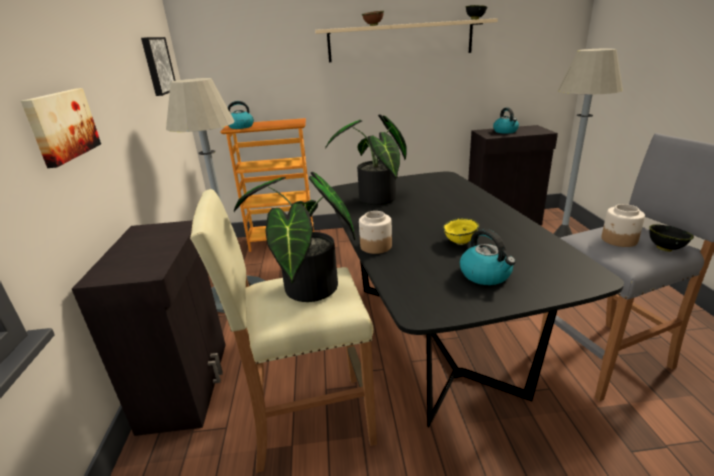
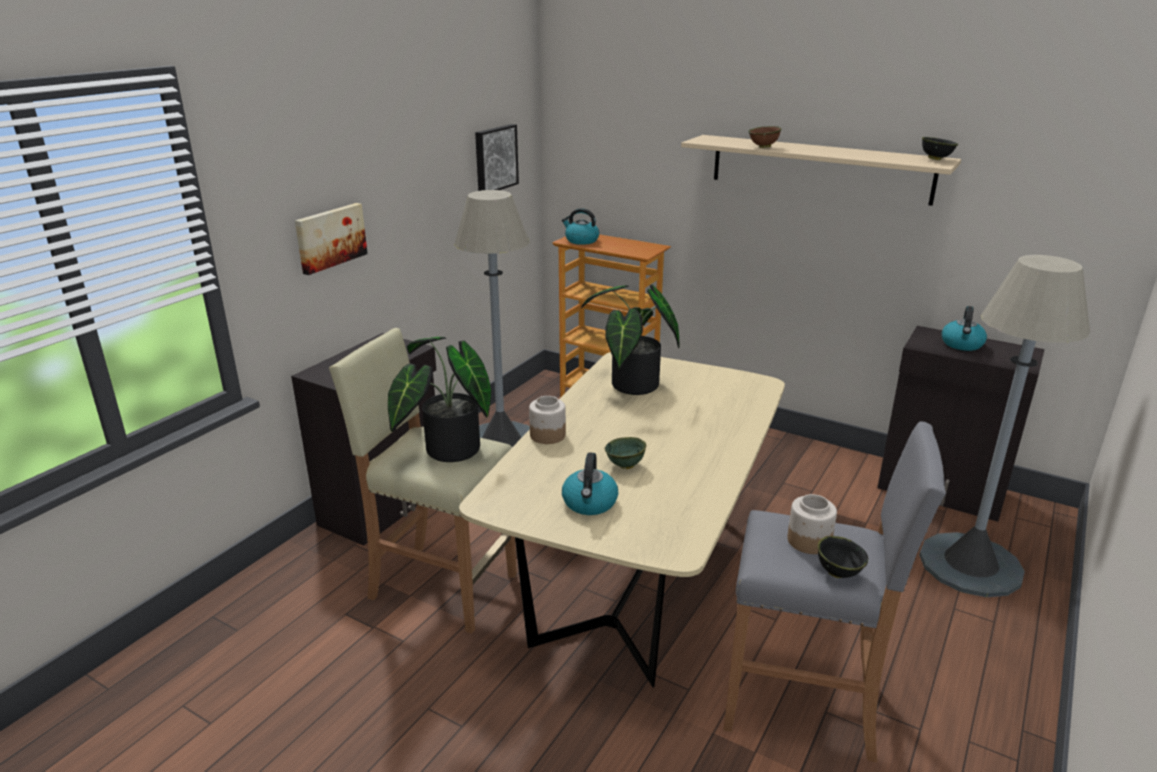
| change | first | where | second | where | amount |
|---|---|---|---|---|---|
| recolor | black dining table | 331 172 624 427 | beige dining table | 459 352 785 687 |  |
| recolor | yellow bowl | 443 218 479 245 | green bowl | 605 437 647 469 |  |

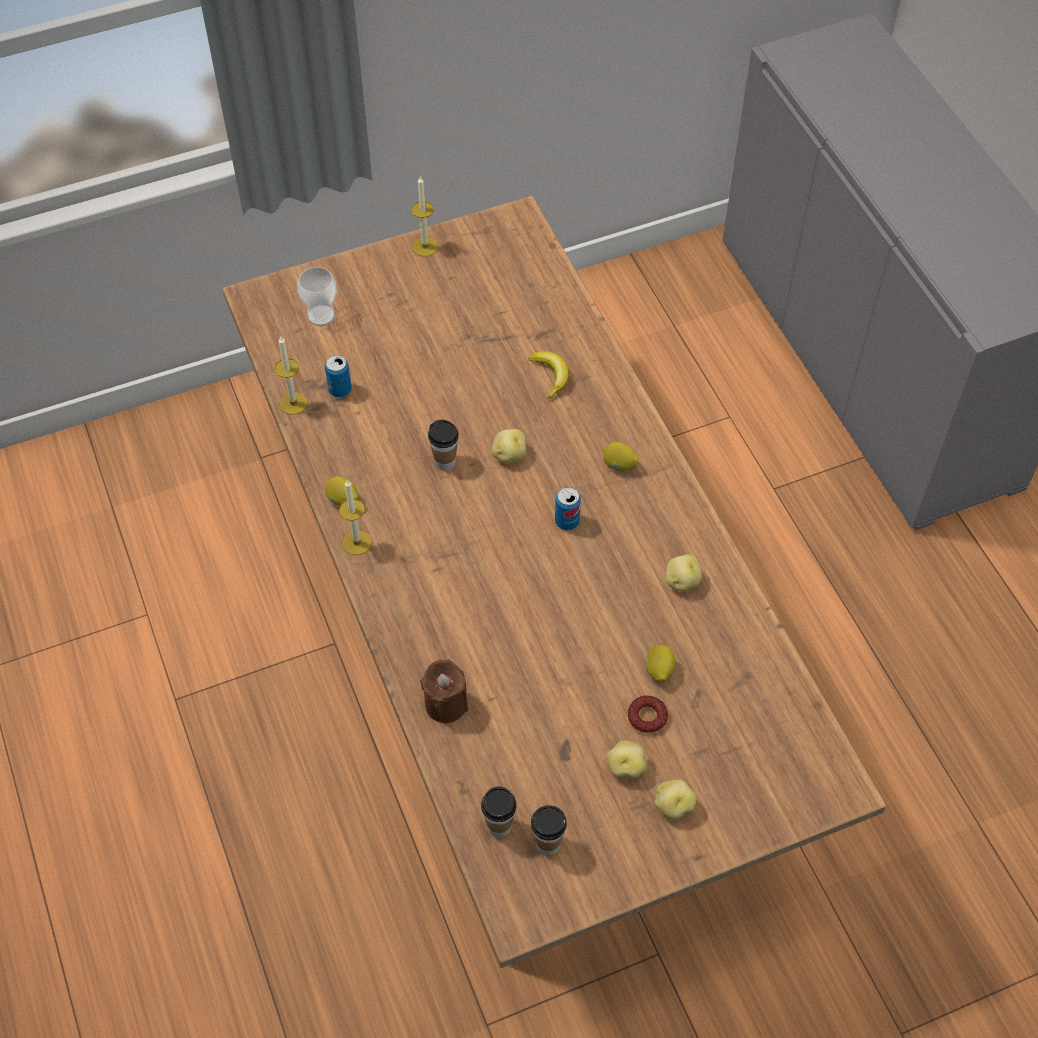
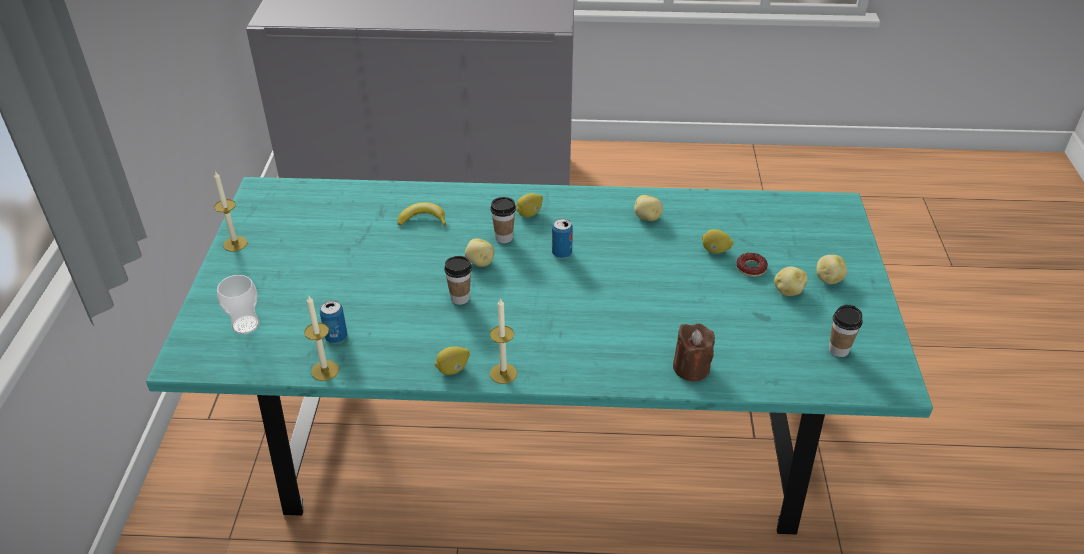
| change | first | where | second | where | amount |
|---|---|---|---|---|---|
| recolor | brown dining table | 223 196 886 968 | turquoise dining table | 146 177 933 535 |  |
| move | cup | 481 787 517 837 |  | 490 197 516 243 |  |

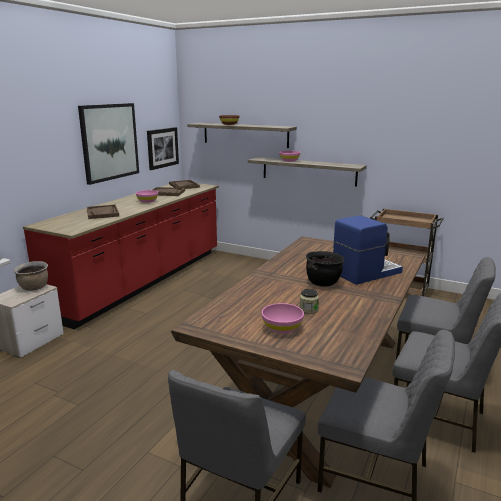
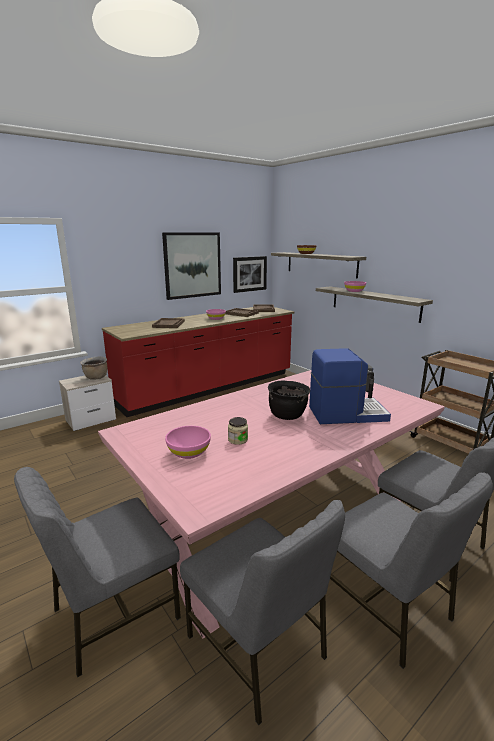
| change | first | where | second | where | amount |
|---|---|---|---|---|---|
| recolor | brown dining table | 171 236 425 488 | pink dining table | 98 370 445 638 |  |

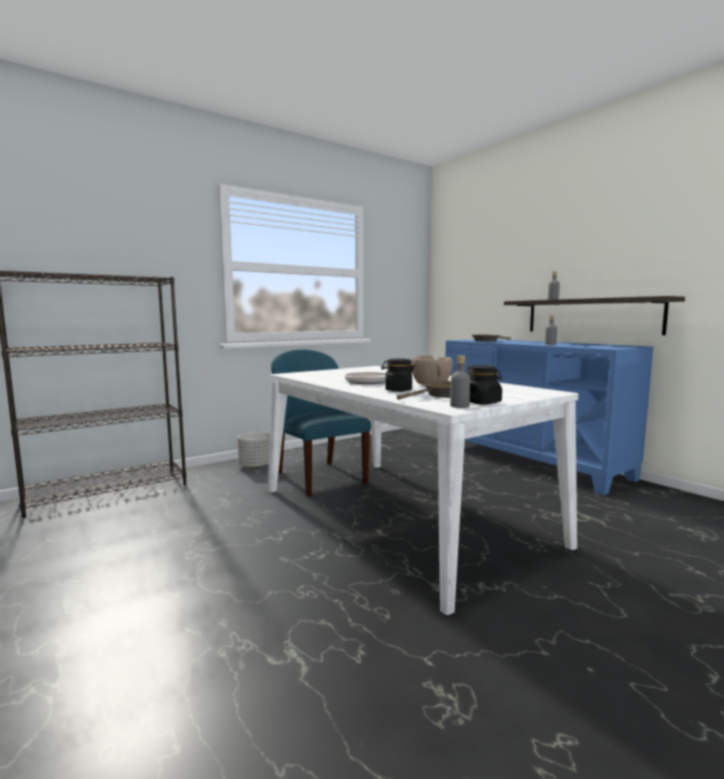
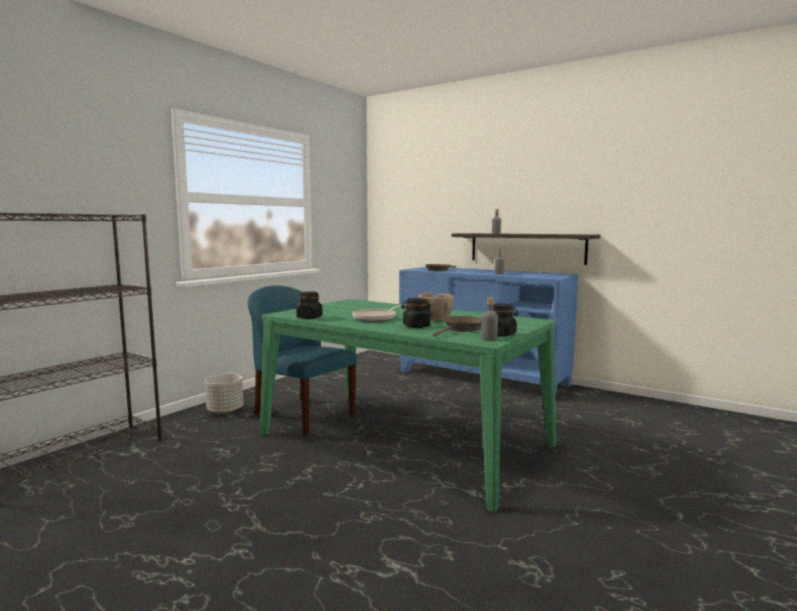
| change | first | where | second | where | amount |
|---|---|---|---|---|---|
| recolor | white dining table | 268 366 579 615 | green dining table | 260 299 556 512 |  |
| insert |  |  | black jar | 296 291 323 319 |  |

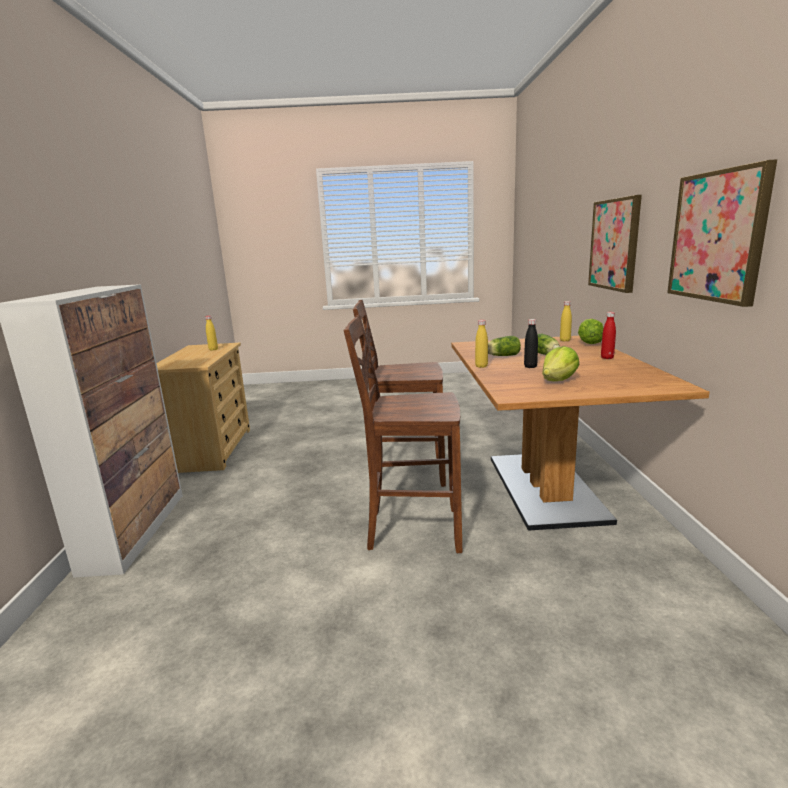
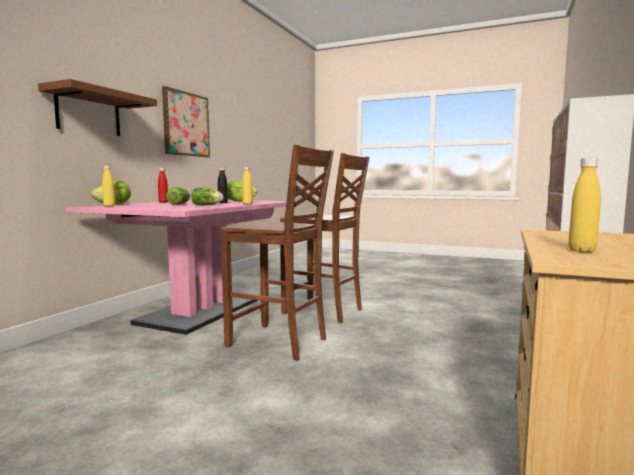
| change | first | where | second | where | amount |
|---|---|---|---|---|---|
| replace | picture | 588 195 642 293 | brown shelf | 38 79 157 136 |  |
| recolor | brown dining table | 451 336 710 531 | pink dining table | 66 200 296 335 |  |

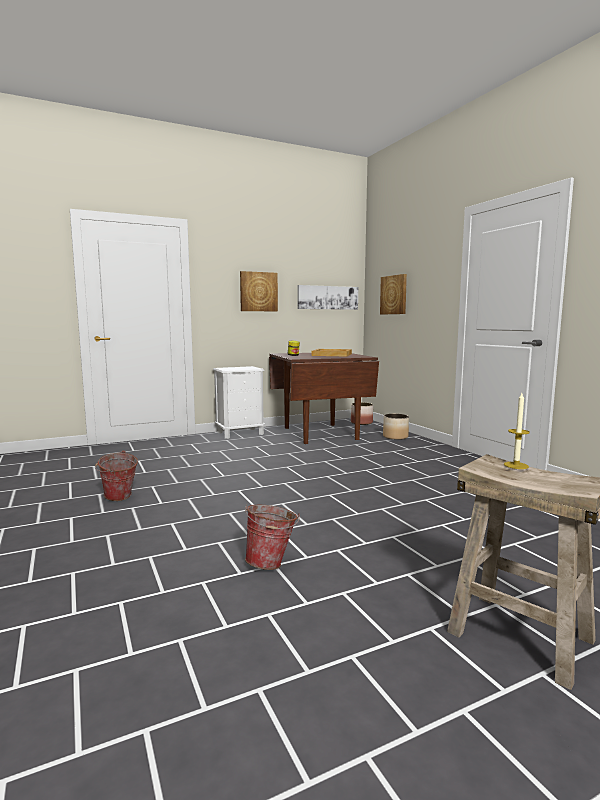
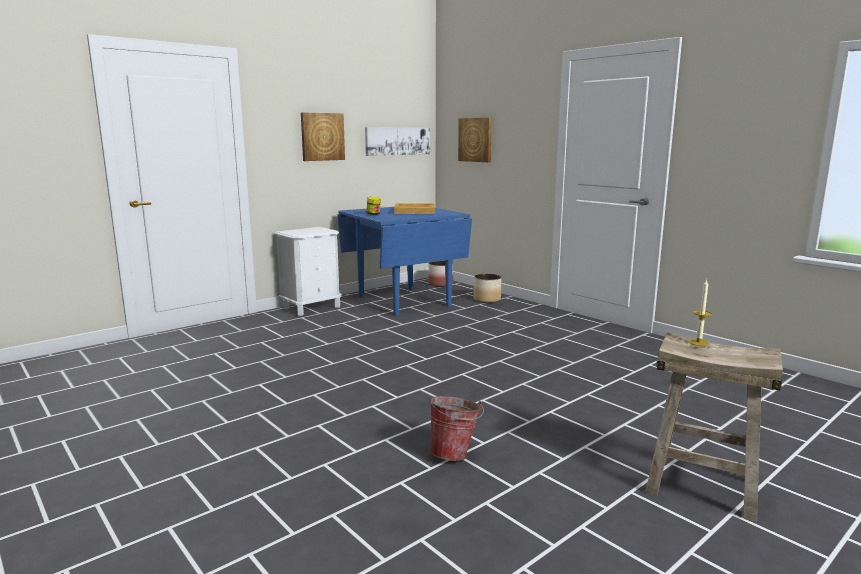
| change | first | where | second | where | amount |
|---|---|---|---|---|---|
| recolor | brown dining table | 269 353 379 444 | blue dining table | 337 207 472 316 |  |
| delete | bucket | 95 450 138 501 |  |  |  |

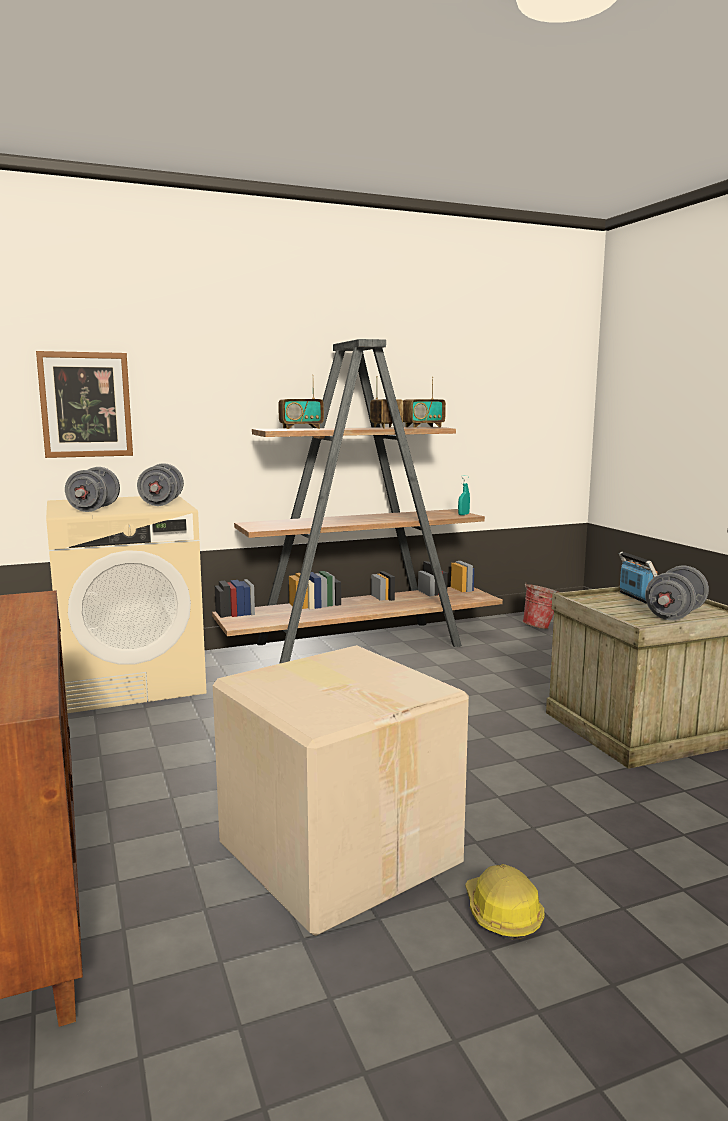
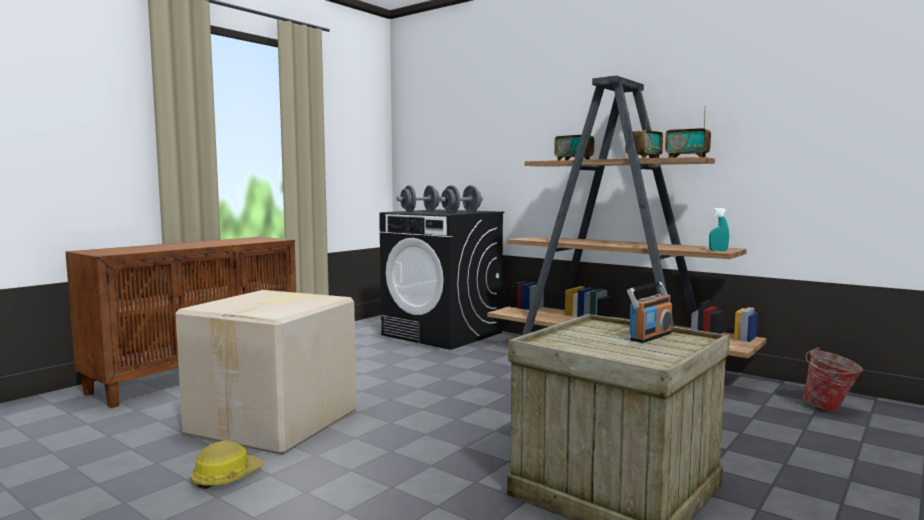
| change | first | where | second | where | amount |
|---|---|---|---|---|---|
| recolor | beige washing machine | 46 496 206 713 | black washing machine | 379 209 505 350 |  |
| delete | picture | 36 351 133 458 |  |  |  |
| delete | grey dumbbell | 645 566 709 620 |  |  |  |

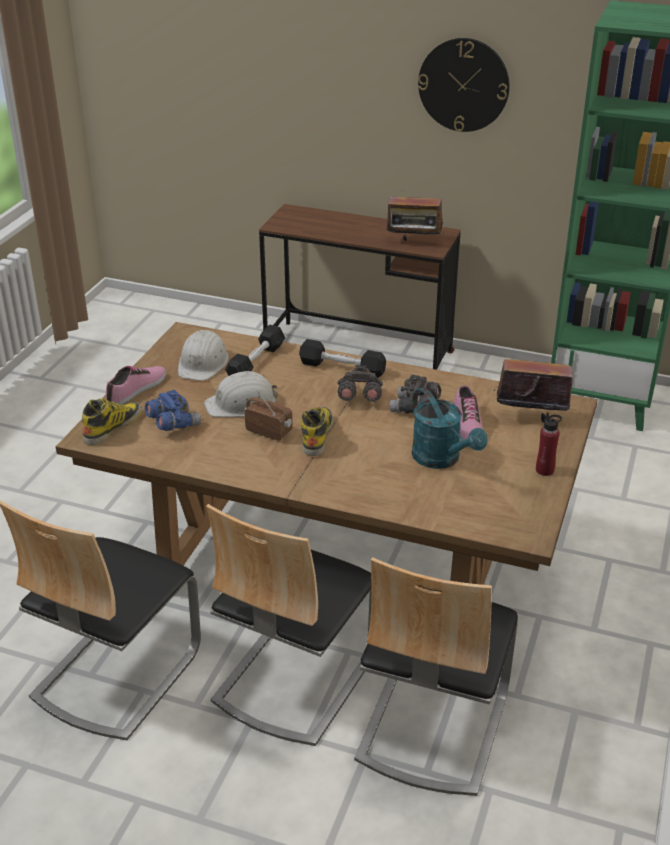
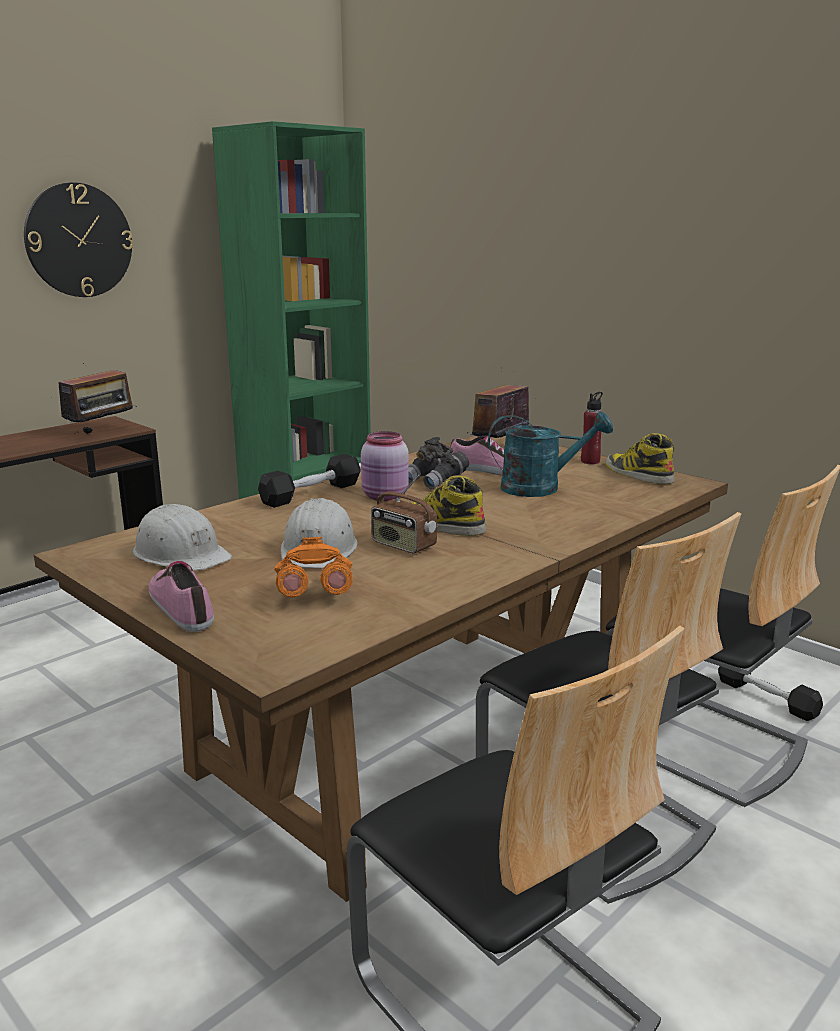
| change | first | where | second | where | amount |
|---|---|---|---|---|---|
| recolor | blue binoculars | 145 390 201 431 | orange binoculars | 274 537 353 597 |  |
| replace | grey binoculars | 338 365 383 402 | pink jar | 361 431 409 501 |  |
| rotate | radio | 245 390 293 441 |  | 371 474 437 553 | 105 degrees counterclockwise |
| move | boot | 82 399 142 445 |  | 606 433 674 484 |  |
| move | black dumbbell | 225 325 285 376 |  | 718 666 823 721 |  |

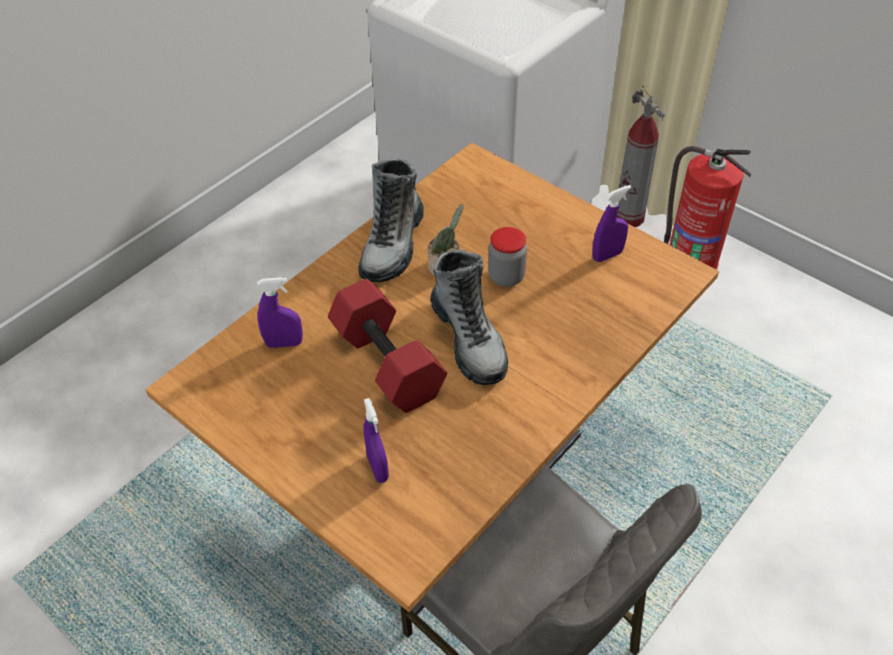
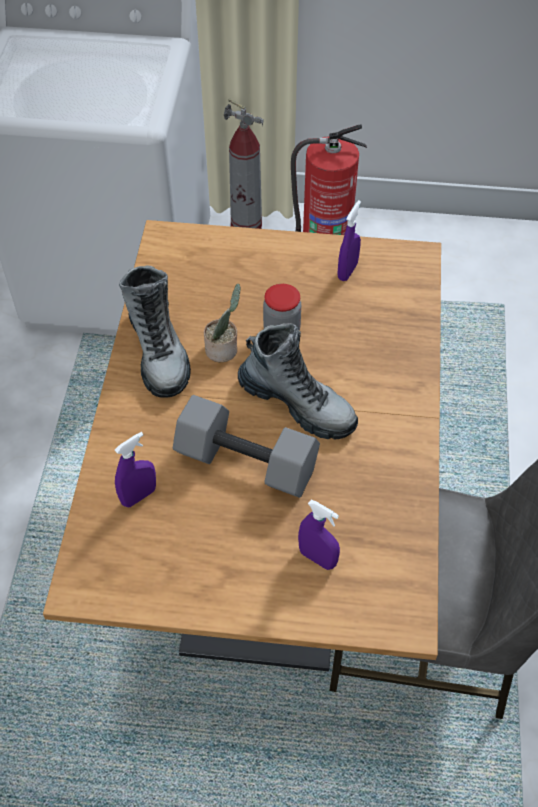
| change | first | where | second | where | amount |
|---|---|---|---|---|---|
| recolor | red dumbbell | 328 279 447 413 | grey dumbbell | 173 395 320 498 |  |

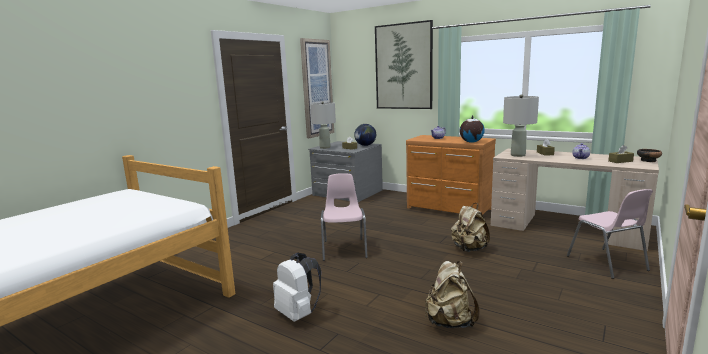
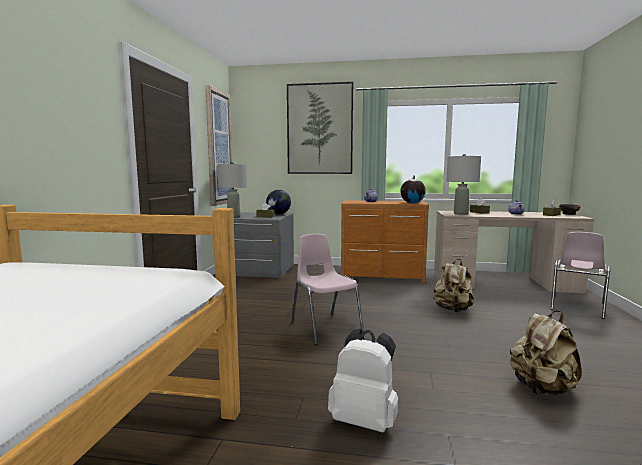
| change | first | where | second | where | amount |
|---|---|---|---|---|---|
| rotate | pink chair | 567 189 653 279 |  | 551 232 610 319 | 75 degrees clockwise |

